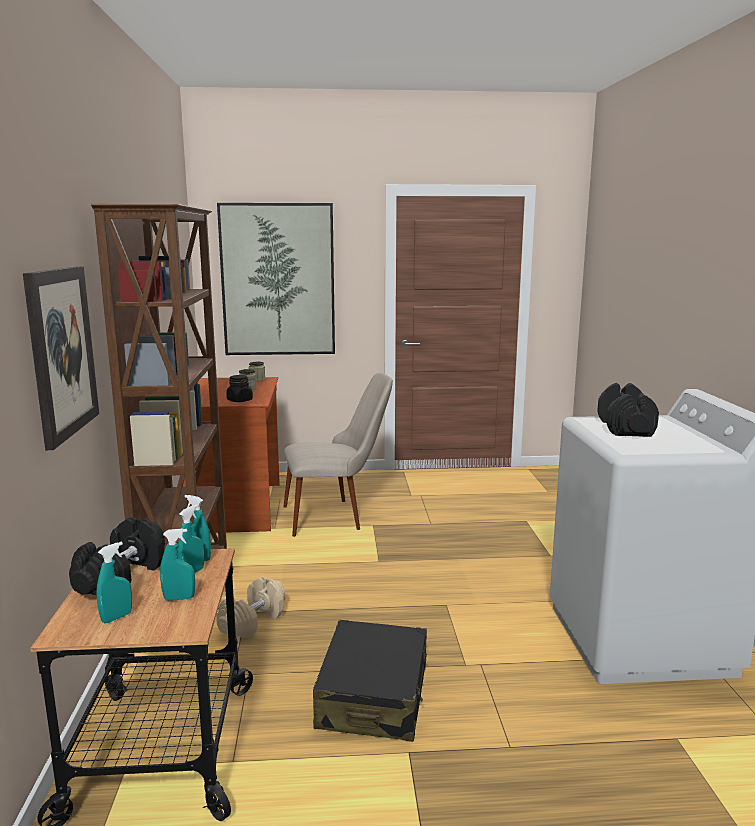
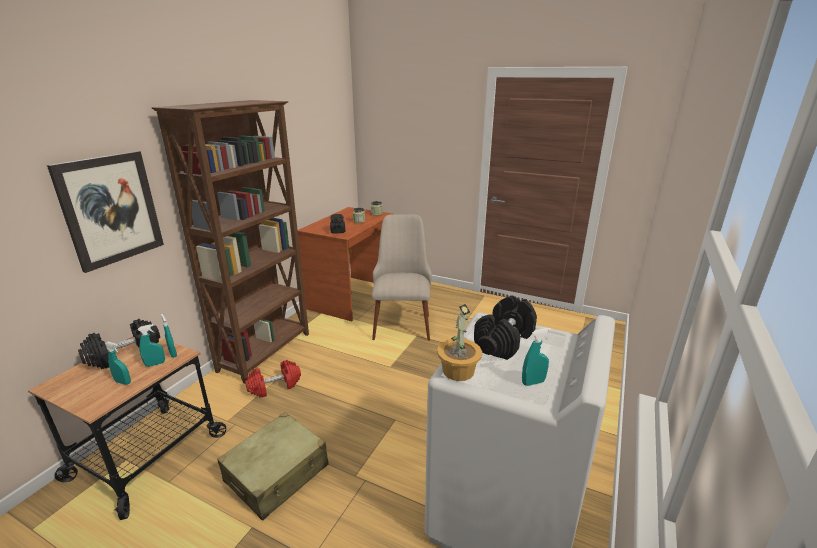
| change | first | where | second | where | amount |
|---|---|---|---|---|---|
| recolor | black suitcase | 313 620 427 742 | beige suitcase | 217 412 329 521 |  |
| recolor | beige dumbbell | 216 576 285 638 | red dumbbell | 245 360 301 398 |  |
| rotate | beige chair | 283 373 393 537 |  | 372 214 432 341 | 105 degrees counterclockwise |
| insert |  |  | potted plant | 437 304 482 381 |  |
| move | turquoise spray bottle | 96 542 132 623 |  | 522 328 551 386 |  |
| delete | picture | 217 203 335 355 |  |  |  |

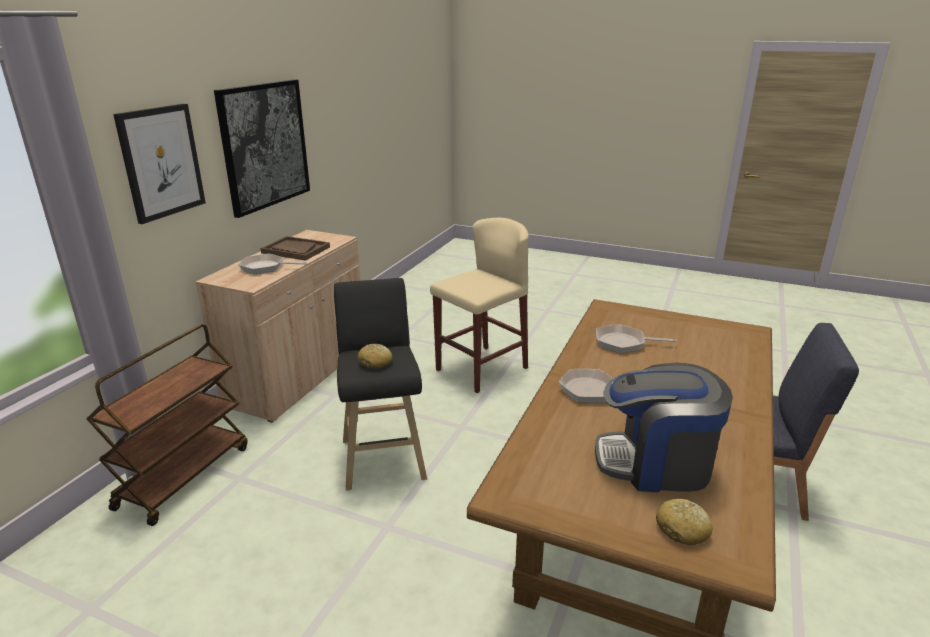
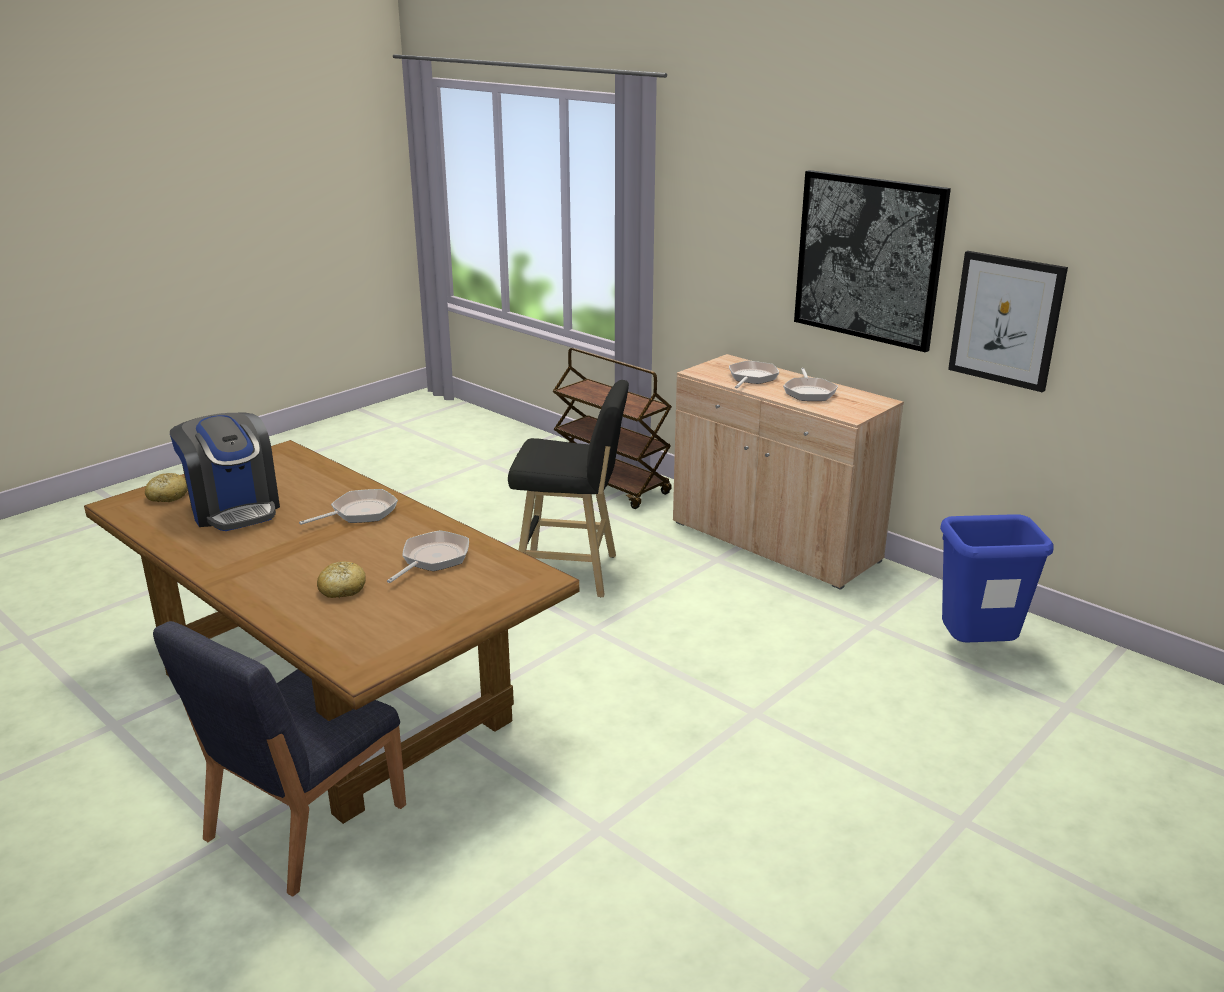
| change | first | where | second | where | amount |
|---|---|---|---|---|---|
| rotate | coffee machine | 595 363 733 492 |  | 170 413 280 531 | 120 degrees clockwise |
| move | bread | 357 344 392 369 |  | 317 561 366 598 |  |
| replace | brown tray | 260 236 330 261 | frying pan | 783 368 838 401 |  |
| insert |  |  | blue trash can | 940 514 1054 642 |  |
| move | picture | 113 104 206 224 |  | 948 251 1068 393 |  |
| delete | beige stool | 430 218 529 393 |  |  |  |

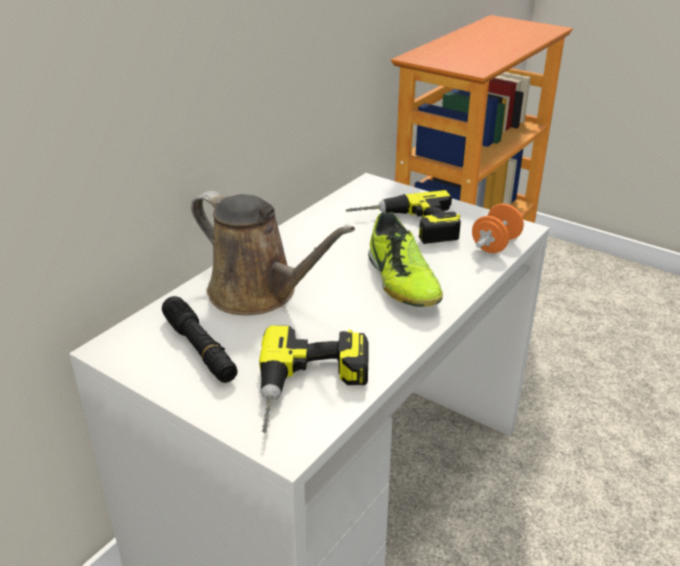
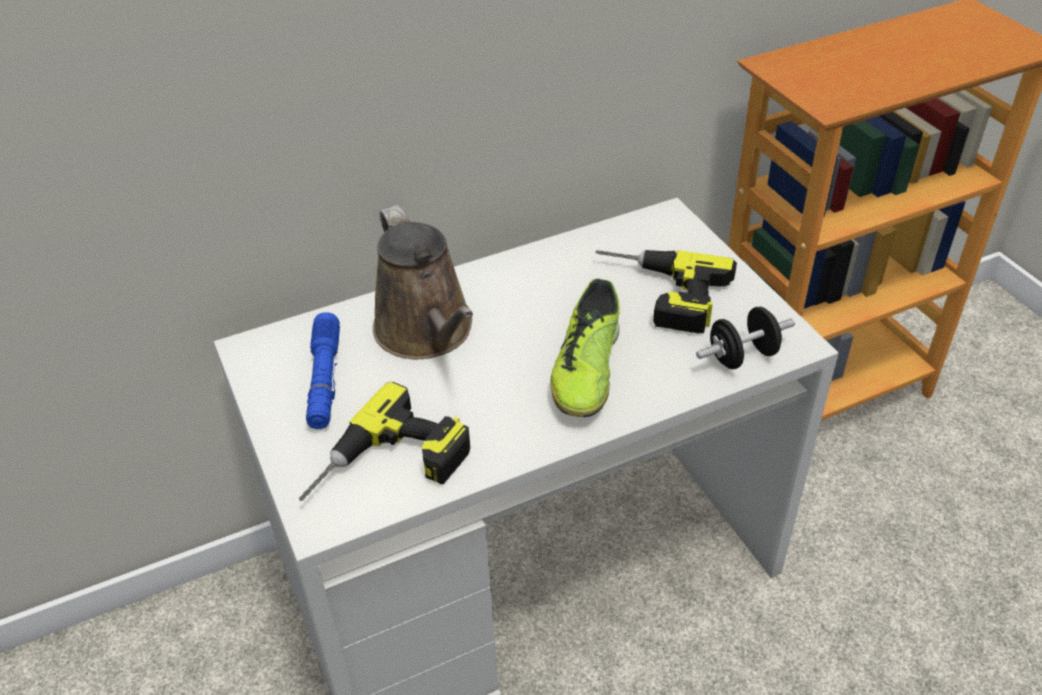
| change | first | where | second | where | amount |
|---|---|---|---|---|---|
| recolor | black flashlight | 162 296 238 383 | blue flashlight | 306 312 340 429 |  |
| recolor | orange dumbbell | 472 204 524 253 | black dumbbell | 696 307 795 369 |  |

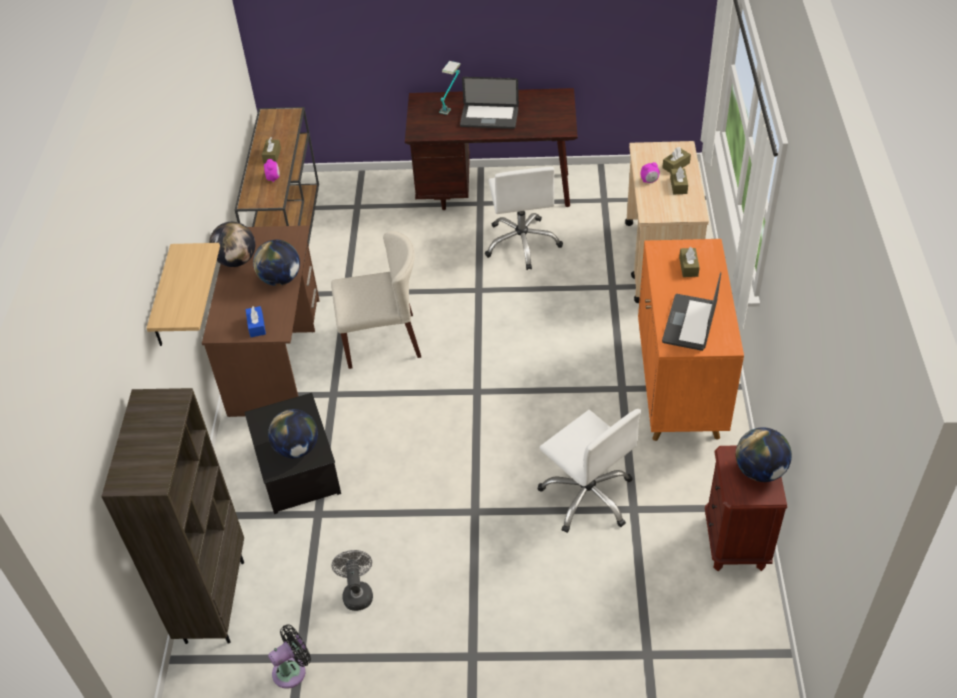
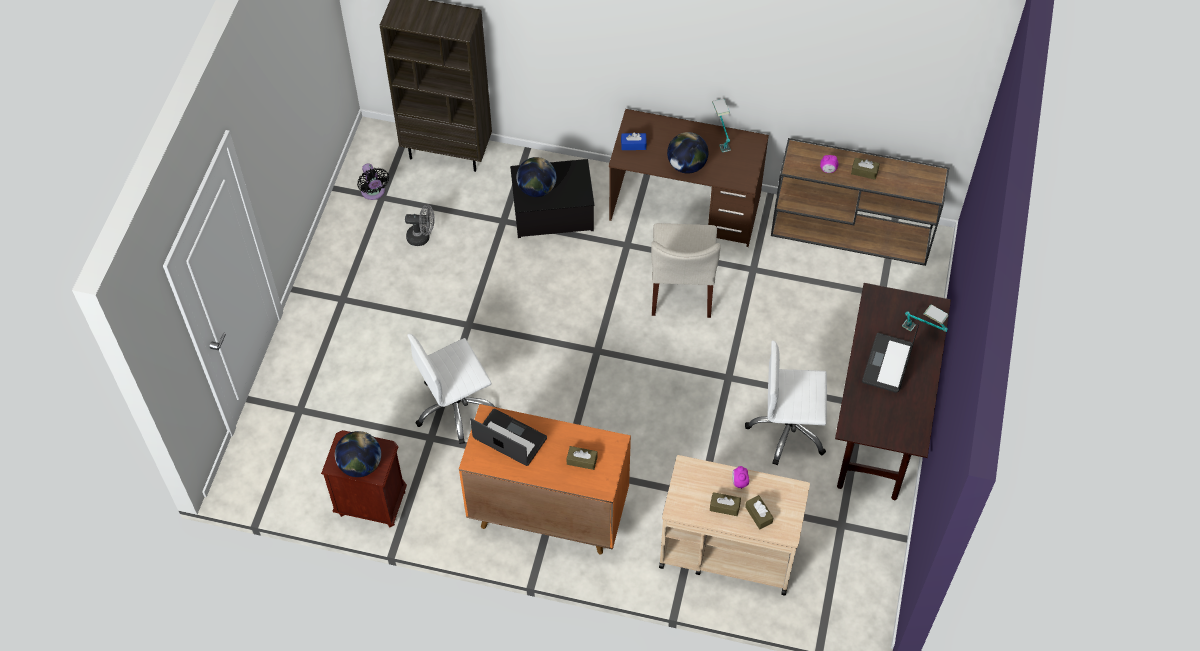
| change | first | where | second | where | amount |
|---|---|---|---|---|---|
| replace | globe | 209 222 255 267 | table lamp | 712 99 731 153 |  |
| delete | shelf | 146 243 220 346 |  |  |  |

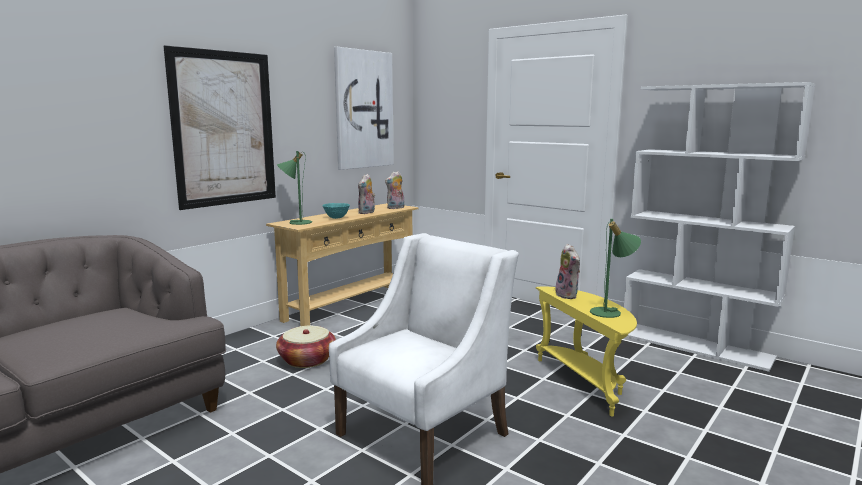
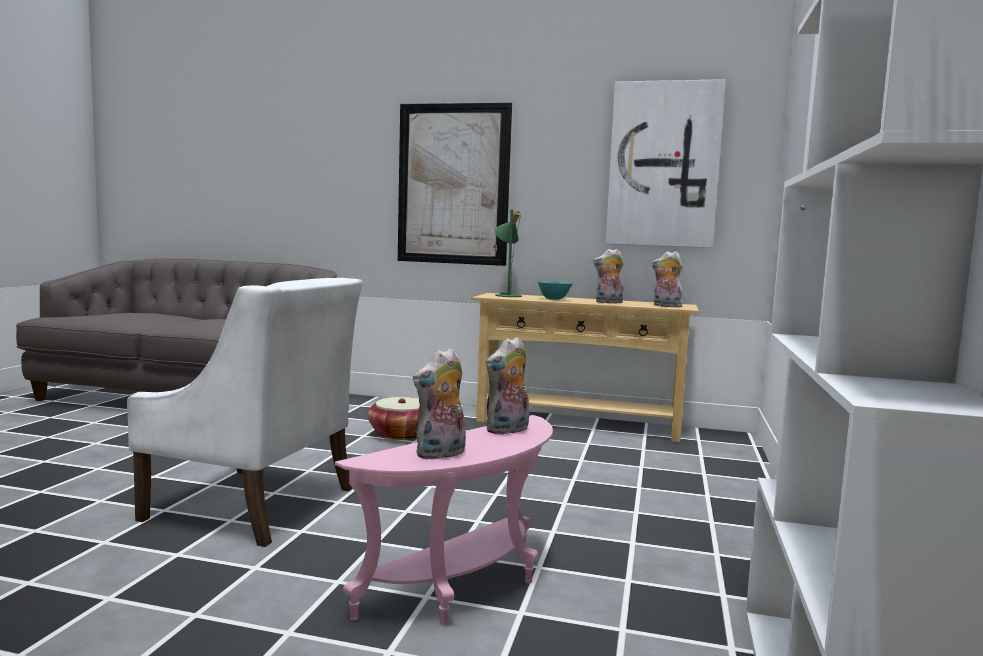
| change | first | where | second | where | amount |
|---|---|---|---|---|---|
| recolor | yellow side table | 536 286 637 417 | pink side table | 335 415 553 625 |  |
| replace | green table lamp | 590 219 641 318 | plush toy | 413 348 466 460 |  |

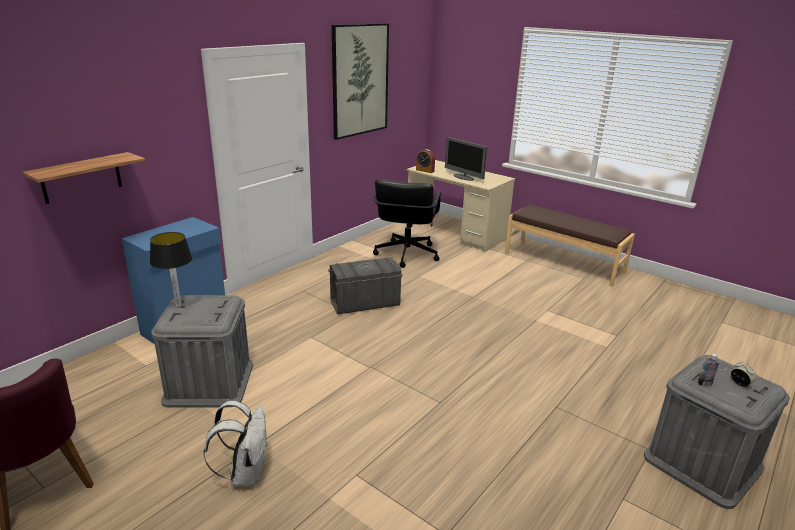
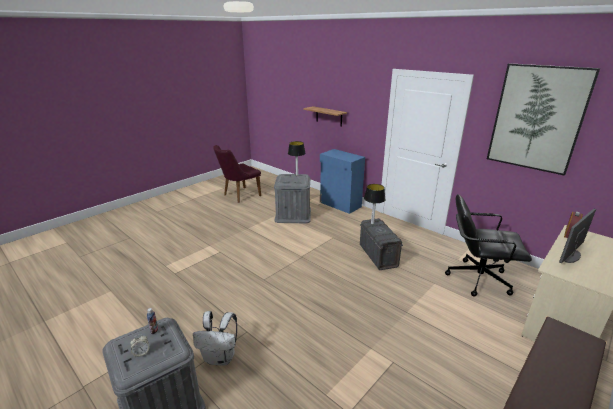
| change | first | where | second | where | amount |
|---|---|---|---|---|---|
| move | white backpack | 203 401 267 486 |  | 193 311 237 366 |  |
| insert |  |  | table lamp | 364 184 386 224 |  |

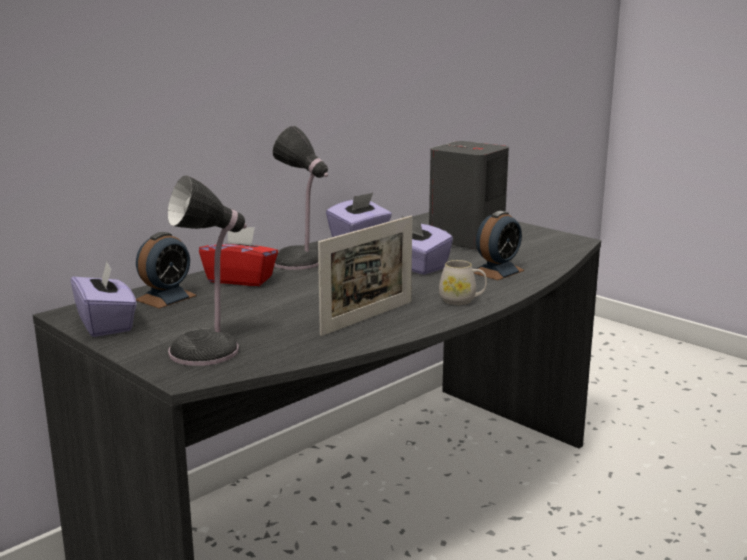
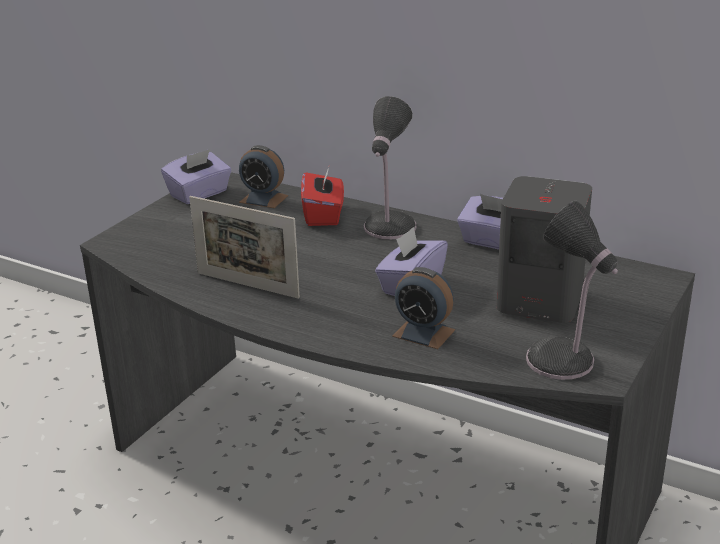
| change | first | where | second | where | amount |
|---|---|---|---|---|---|
| move | table lamp | 168 175 247 366 |  | 526 200 618 380 |  |
| delete | white mug | 439 260 487 305 |  |  |  |

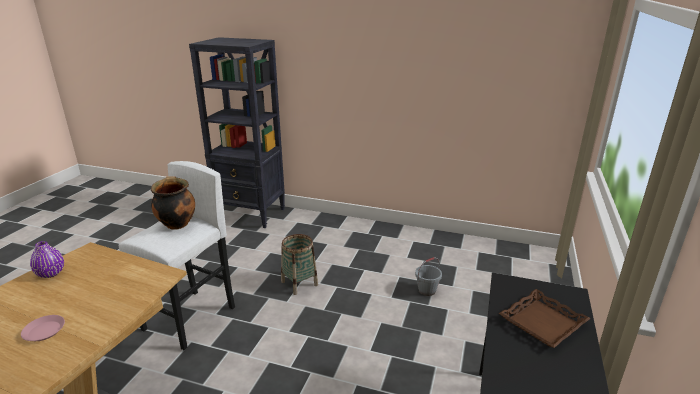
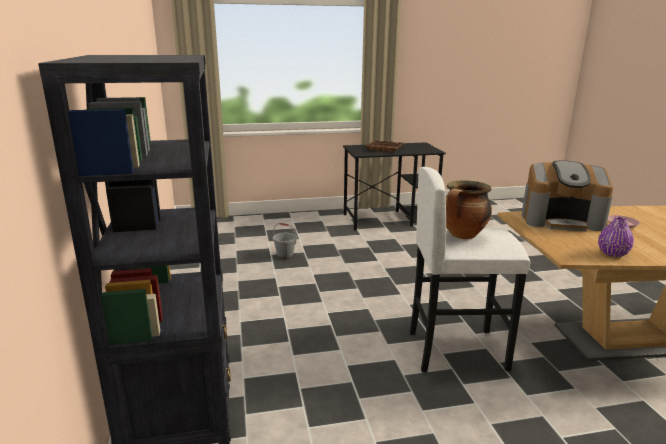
| change | first | where | second | where | amount |
|---|---|---|---|---|---|
| insert |  |  | coffee machine | 522 161 613 232 |  |
| delete | basket | 281 234 318 295 |  |  |  |

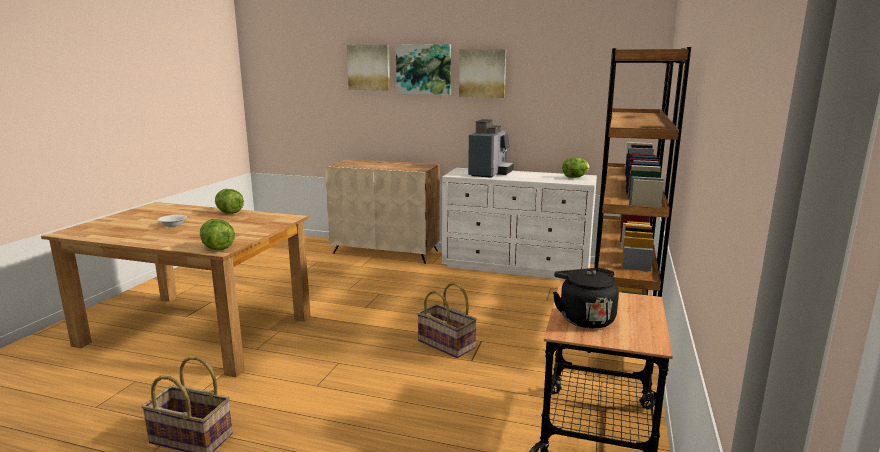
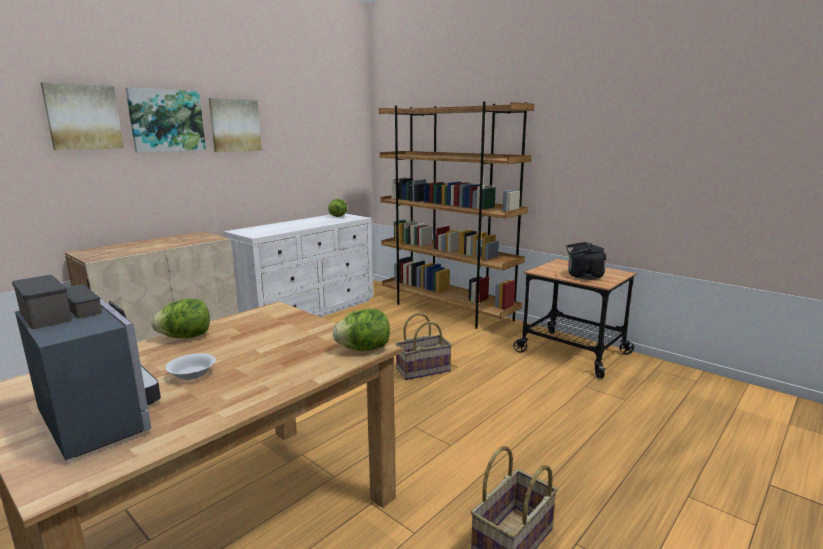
| change | first | where | second | where | amount |
|---|---|---|---|---|---|
| move | coffee machine | 468 119 514 178 |  | 12 275 161 461 |  |

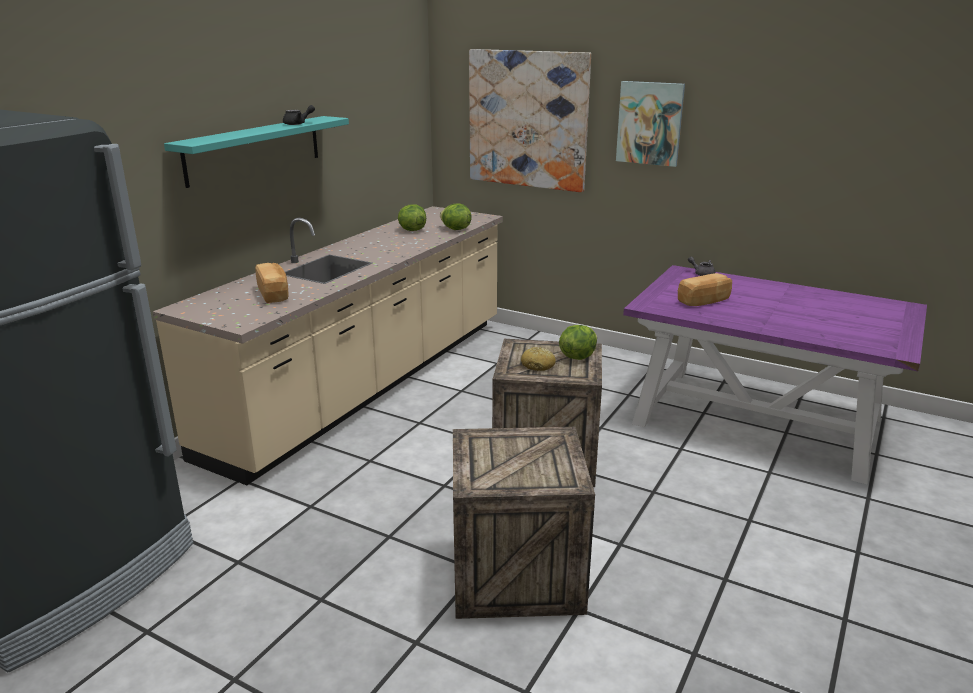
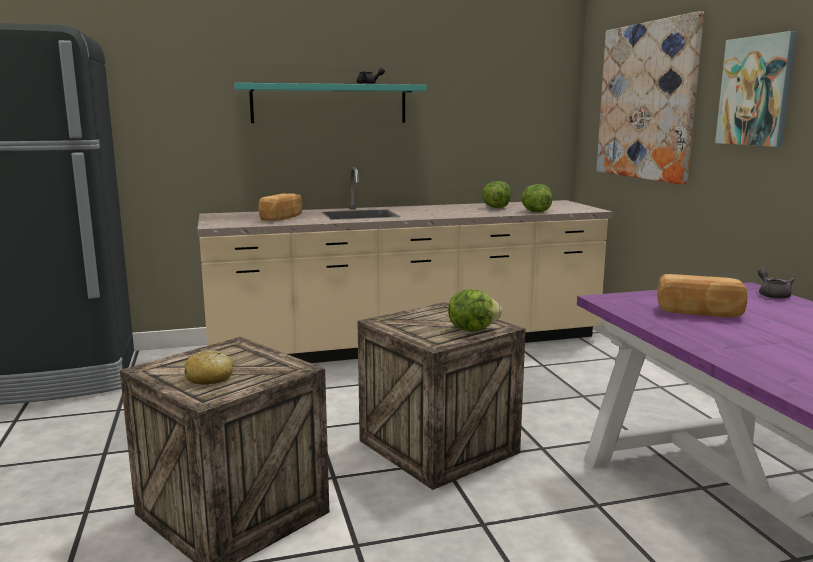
| change | first | where | second | where | amount |
|---|---|---|---|---|---|
| move | bread | 521 347 556 371 |  | 184 350 233 385 |  |

